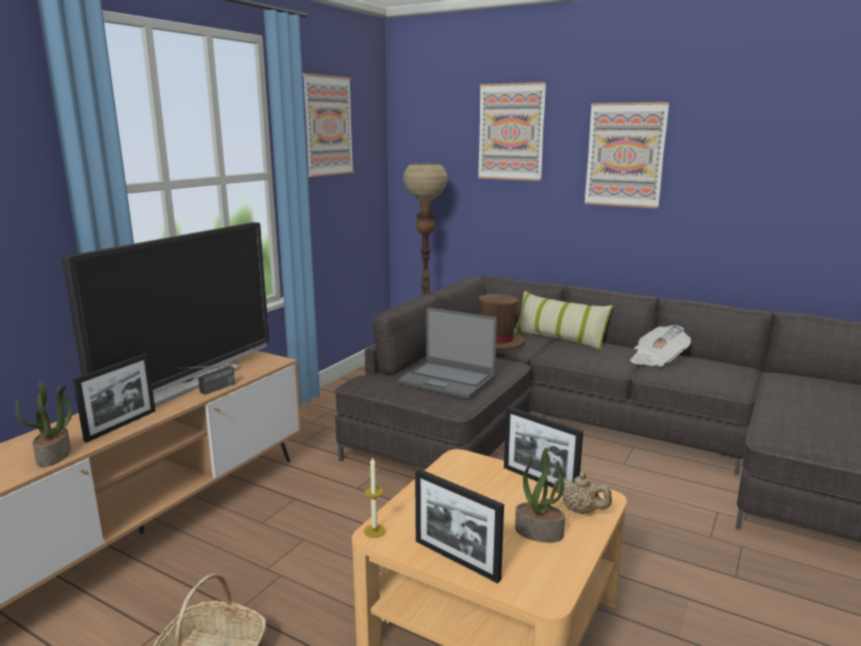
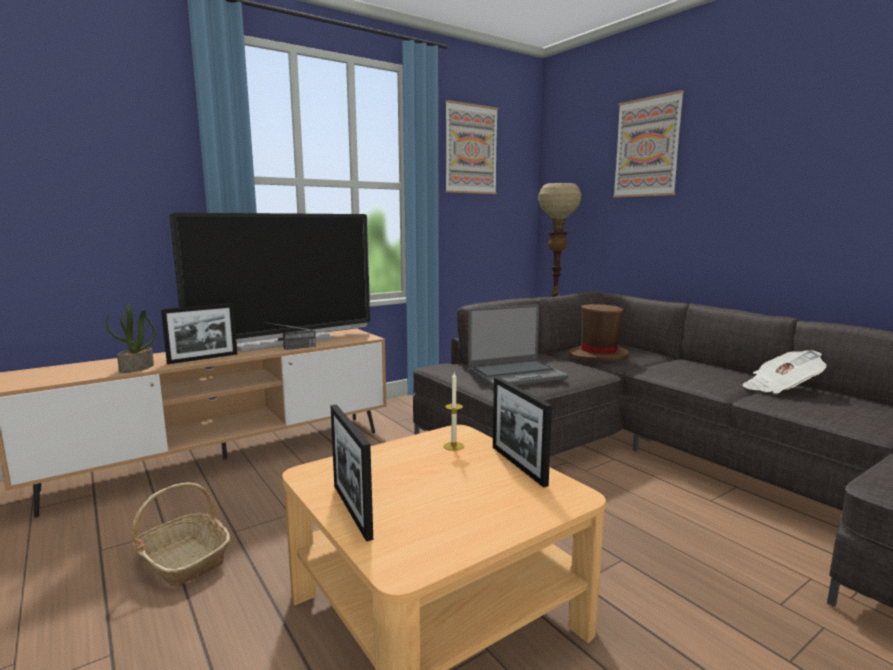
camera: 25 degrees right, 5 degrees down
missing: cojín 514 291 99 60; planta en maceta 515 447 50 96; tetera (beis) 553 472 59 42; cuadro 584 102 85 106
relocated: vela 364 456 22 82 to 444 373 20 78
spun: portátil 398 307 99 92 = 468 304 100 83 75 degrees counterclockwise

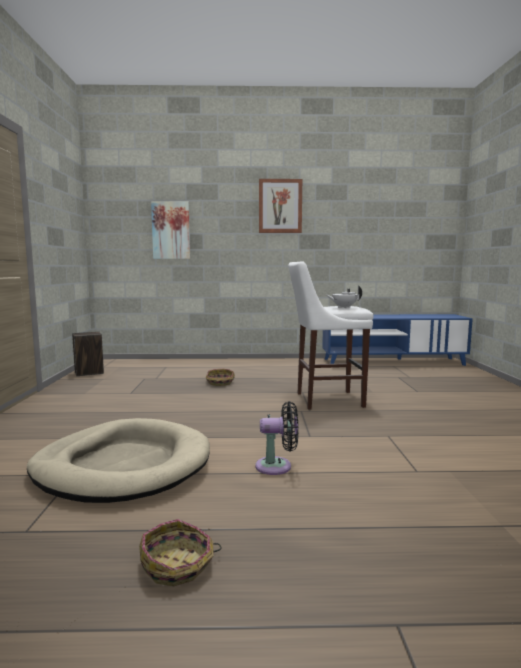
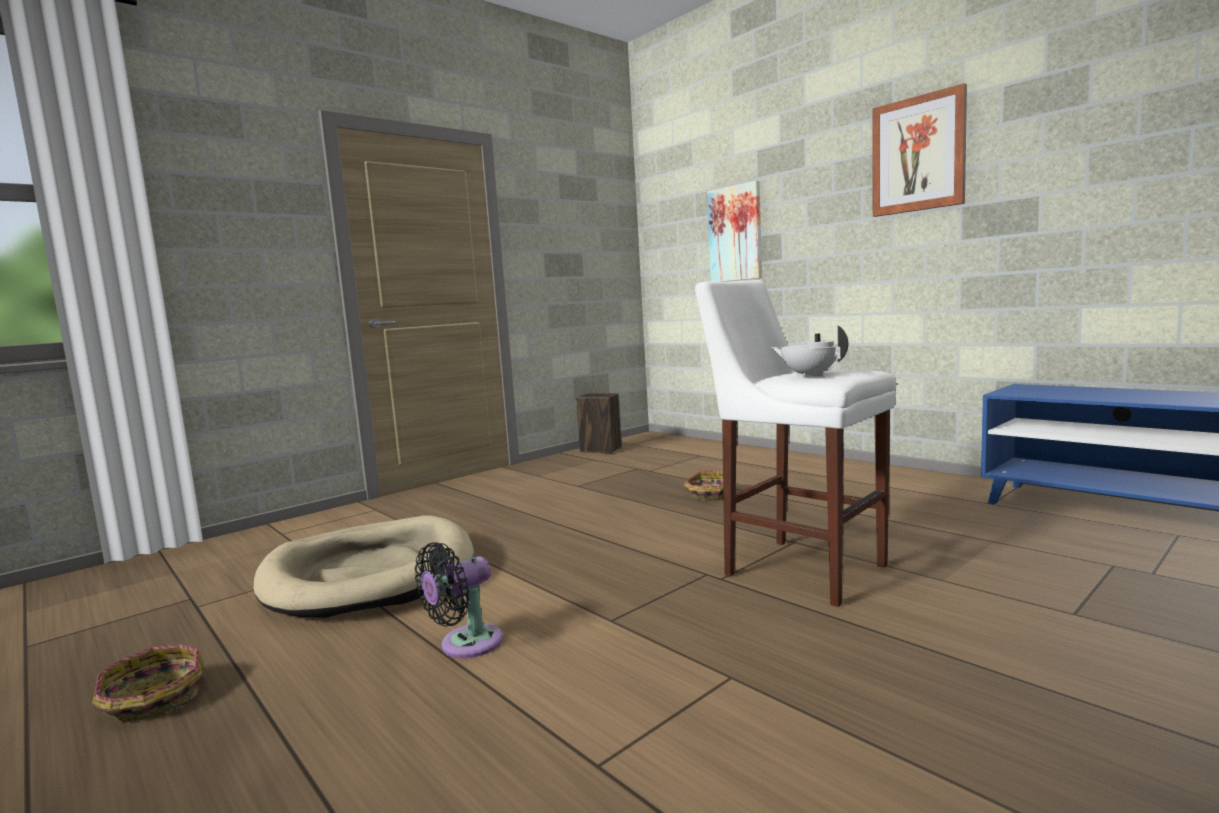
camera: 50 degrees right, 0 degrees up
spun: ventilador (negro) 256 401 42 74 = 415 542 88 116 90 degrees clockwise

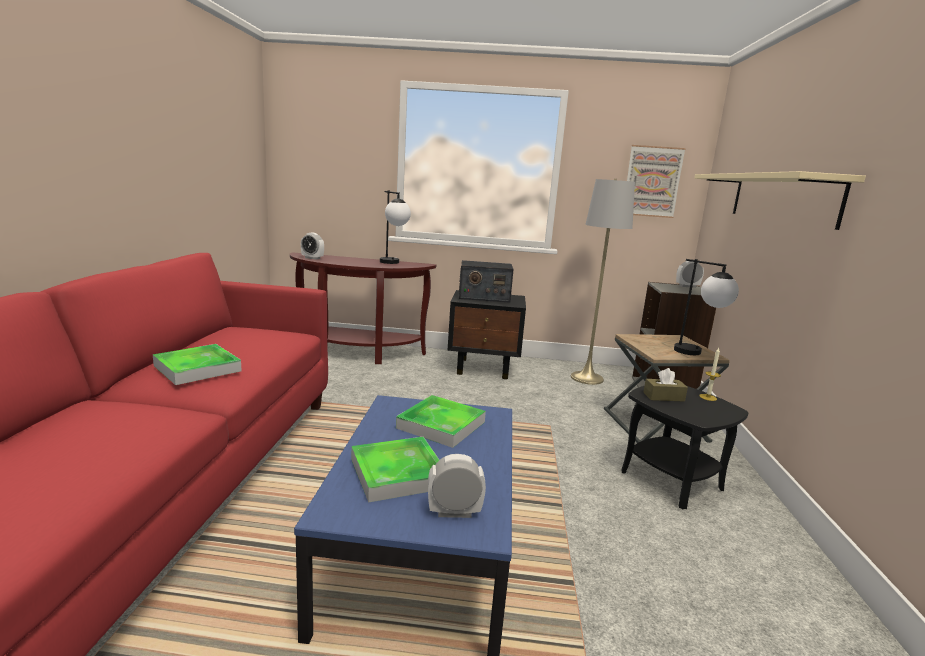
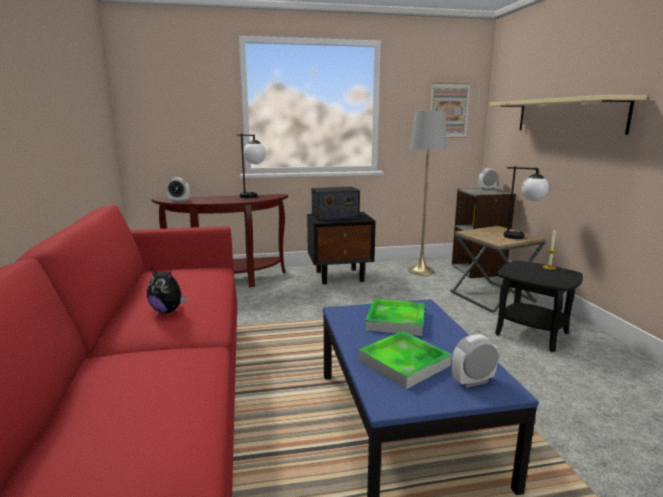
camera: 15 degrees left, 0 degrees up
missing: caja de pañuelos (marrón) 643 368 45 34
exchanged: bandeja 153 344 89 41 to peluche 147 268 41 45

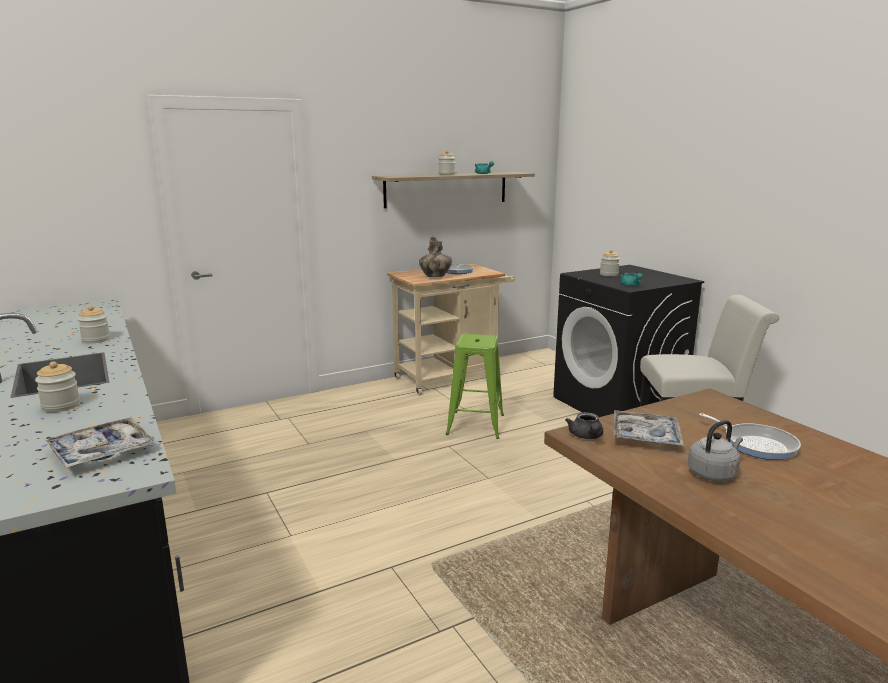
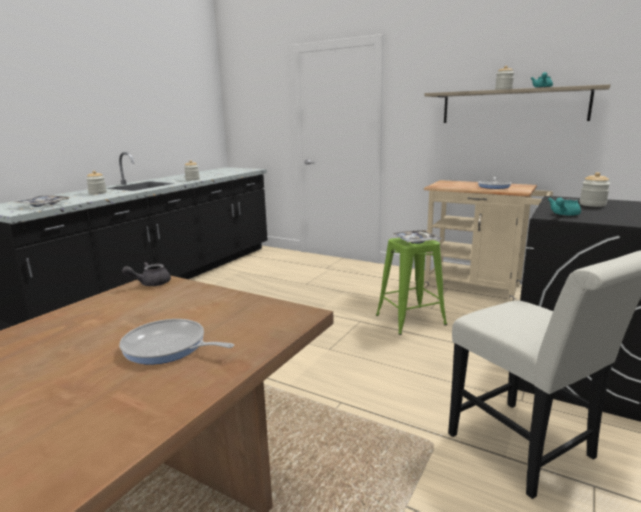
camera: 60 degrees right, 0 degrees up
missing: florero 419 237 33 40; hervidor (gris) 688 420 55 62
relocated: bandeja 613 410 71 36 to 393 230 49 14
spun: sartén 699 413 102 47 = 119 319 115 46 90 degrees clockwise

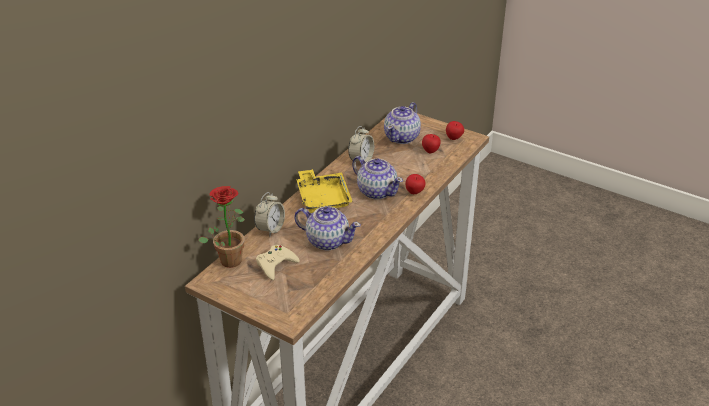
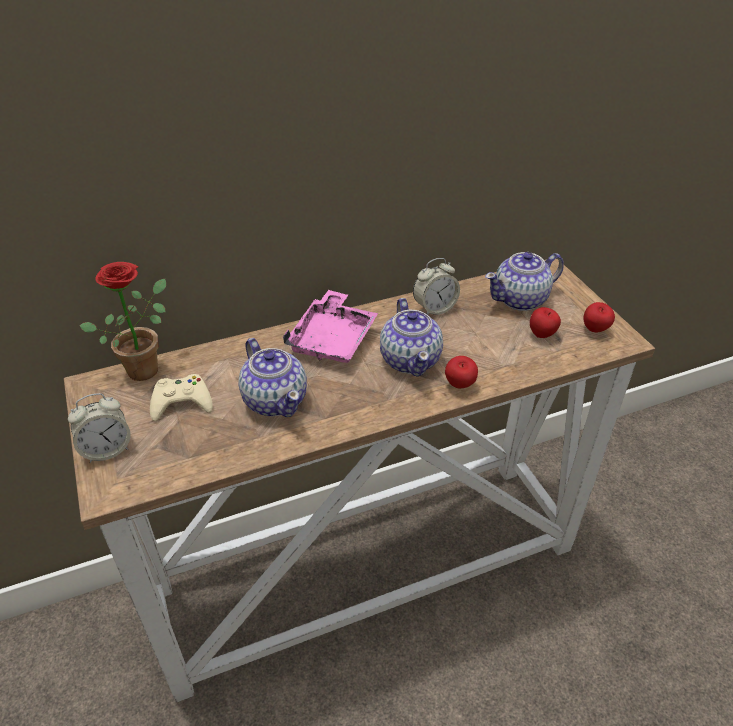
camera: 35 degrees right, 5 degrees up
relocated: despertador 254 192 31 44 to 68 393 63 70
colour: bandeja (amarillo) 296 170 57 43 to bandeja (rosa) 283 290 95 73

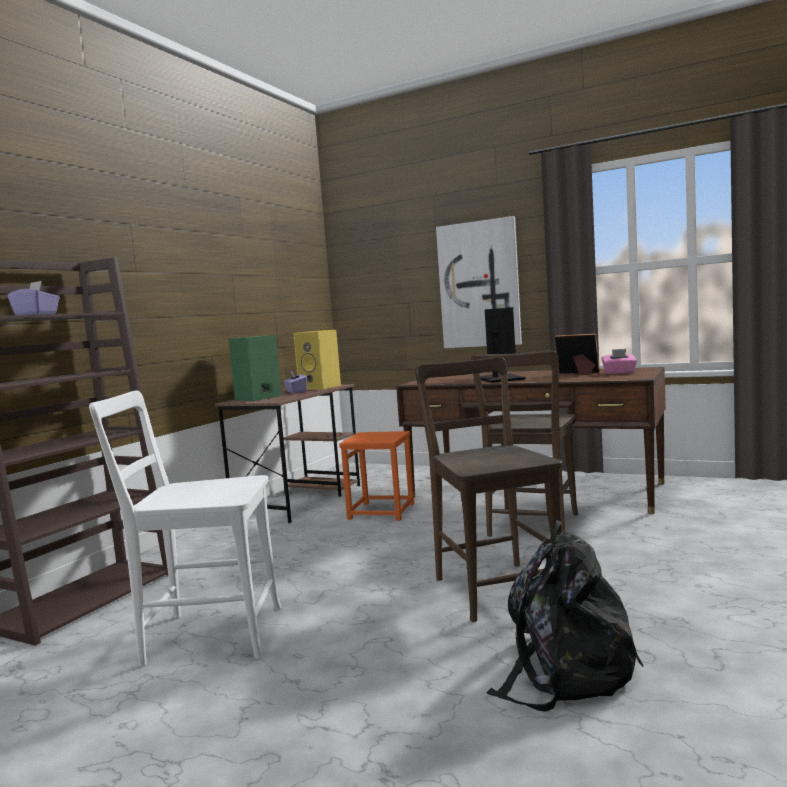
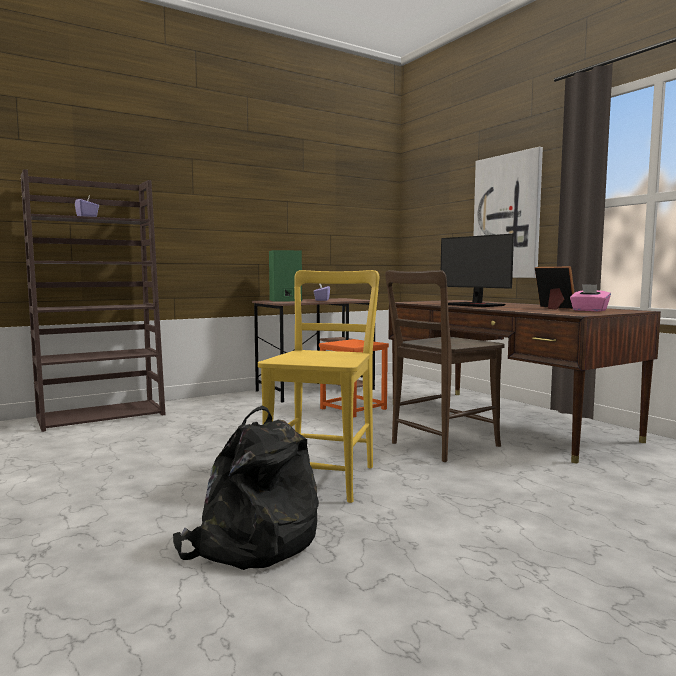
camera: 30 degrees right, 0 degrees up
missing: silla (blanco) 89 390 192 277; altavoz (amarillo) 293 330 48 59
colour: silla (marrón) 415 357 148 265 to silla (amarillo) 258 270 121 233
spun: monitor 480 307 46 76 = 441 234 73 73 120 degrees clockwise

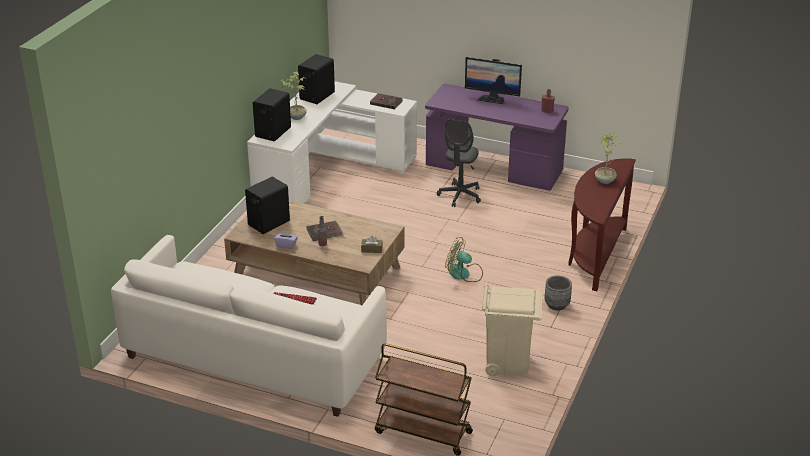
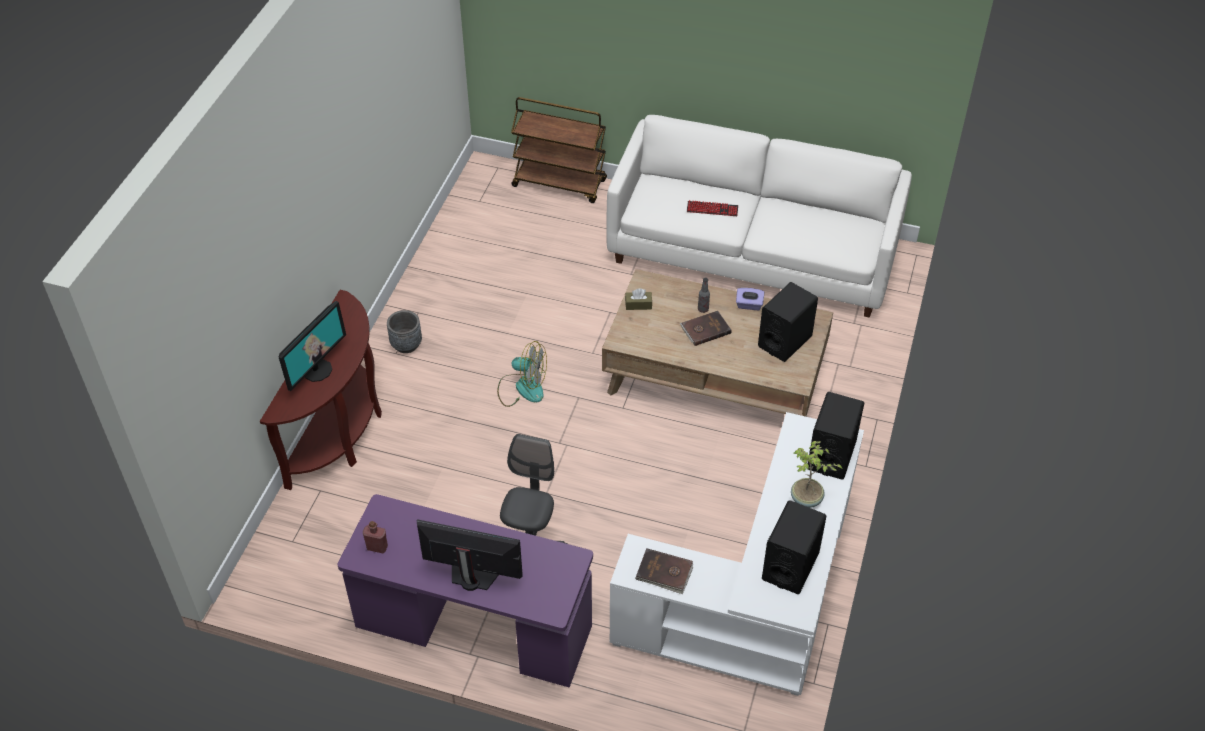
camera: 175 degrees right, 15 degrees up
missing: papelera (beis) 482 284 60 92
exchanged: planta en maceta 595 133 28 51 to monitor 279 301 67 90

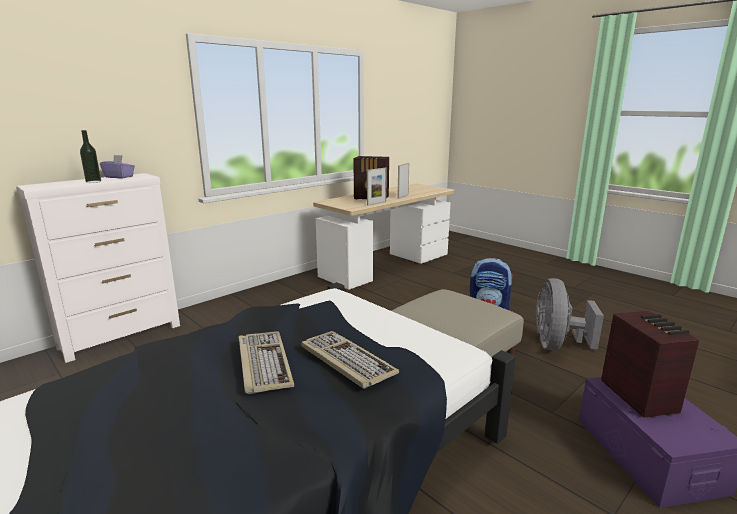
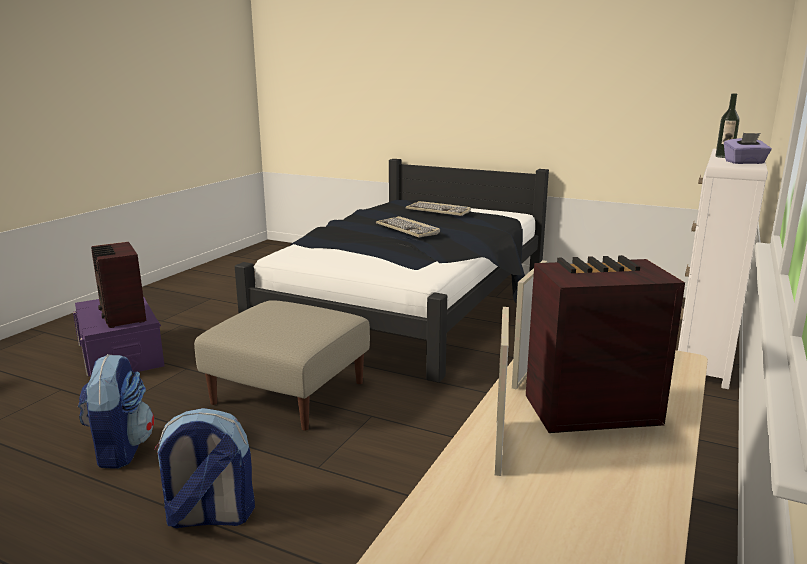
camera: 160 degrees right, 0 degrees up
relocated: teclado 301 331 98 58 to 406 201 65 15
exchanged: ventilador (gris) 536 278 68 72 to mochila 78 354 76 115

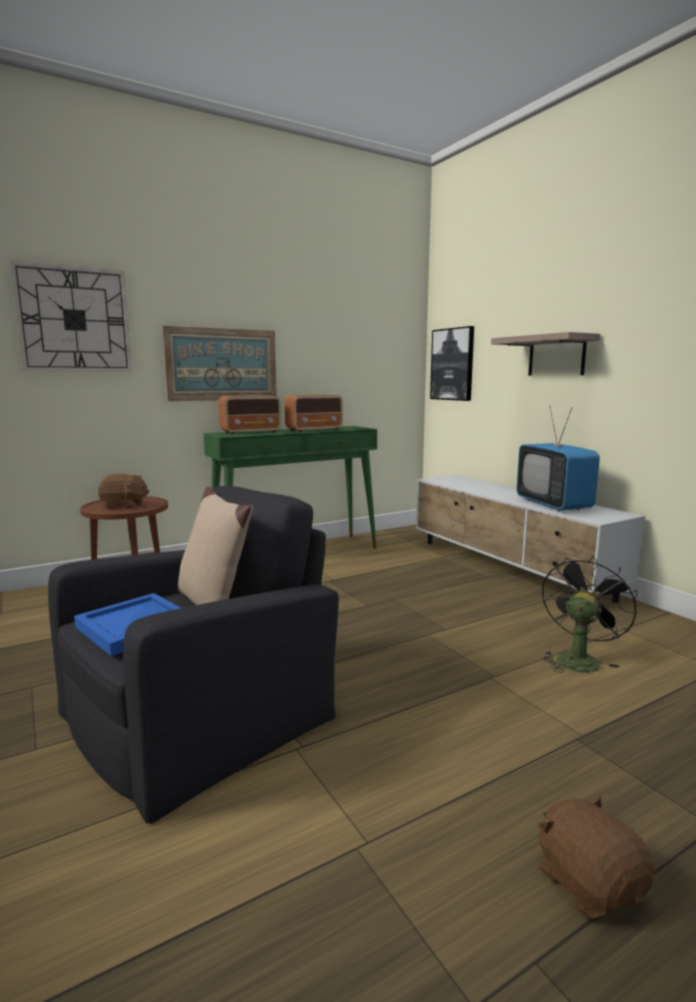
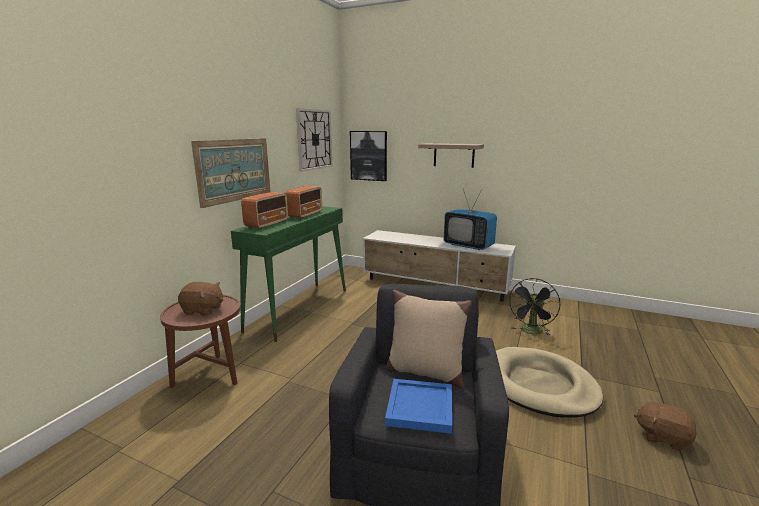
camera: 35 degrees left, 5 degrees up
appeared: cama para perro (beis) 496 347 107 71
relocated: reloj de pared 10 261 122 111 to 296 108 37 64
spun: peluche (marrón) 98 474 51 35 = 178 282 45 34 45 degrees clockwise; ventilador (negro) 542 555 96 118 = 508 278 52 58 150 degrees counterclockwise

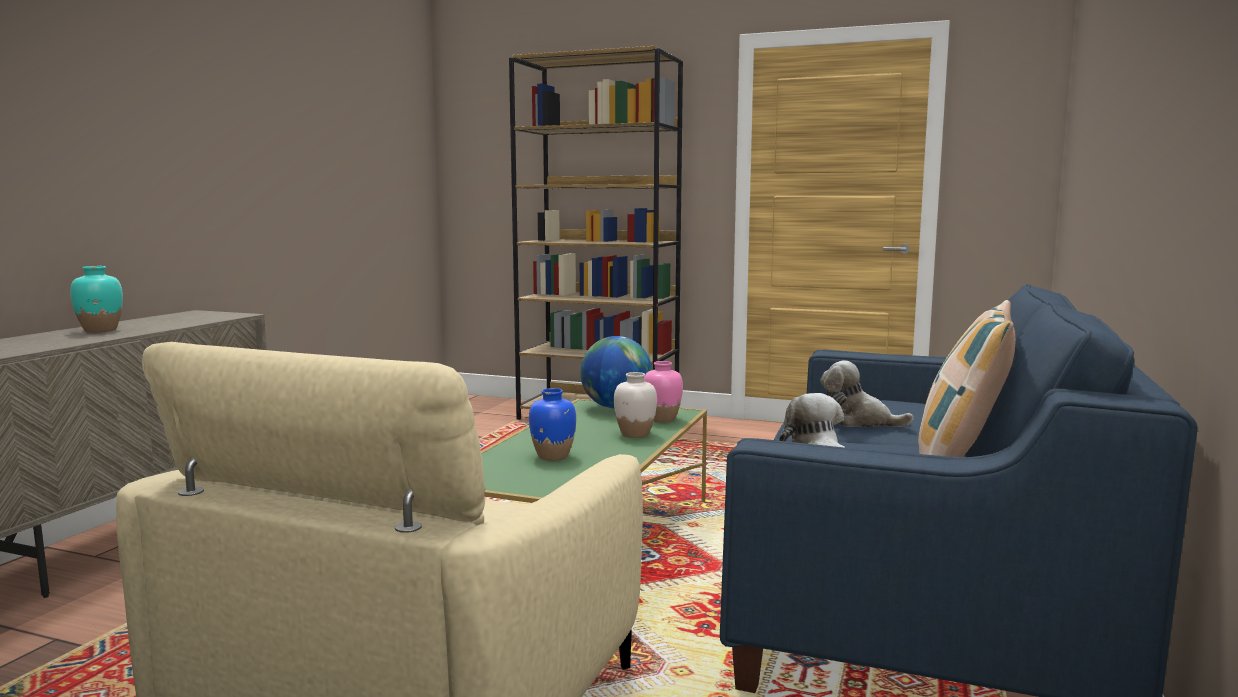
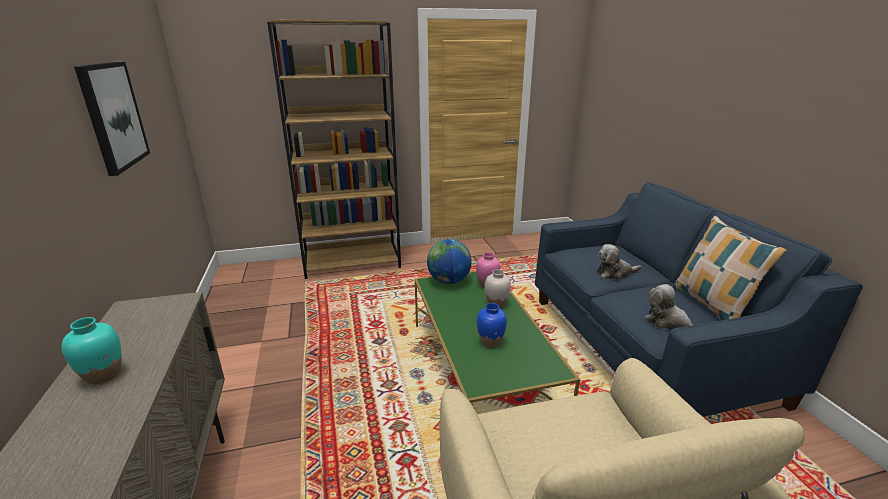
camera: 35 degrees left, 15 degrees up
appeared: cuadro 74 62 76 114

